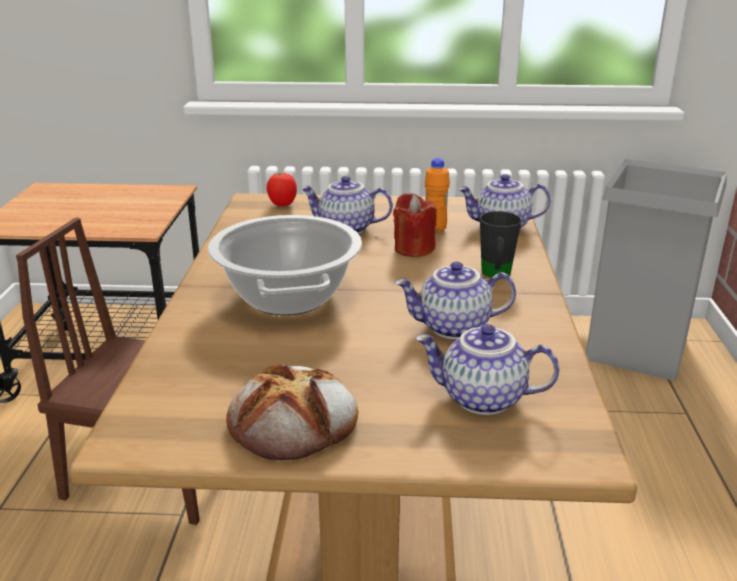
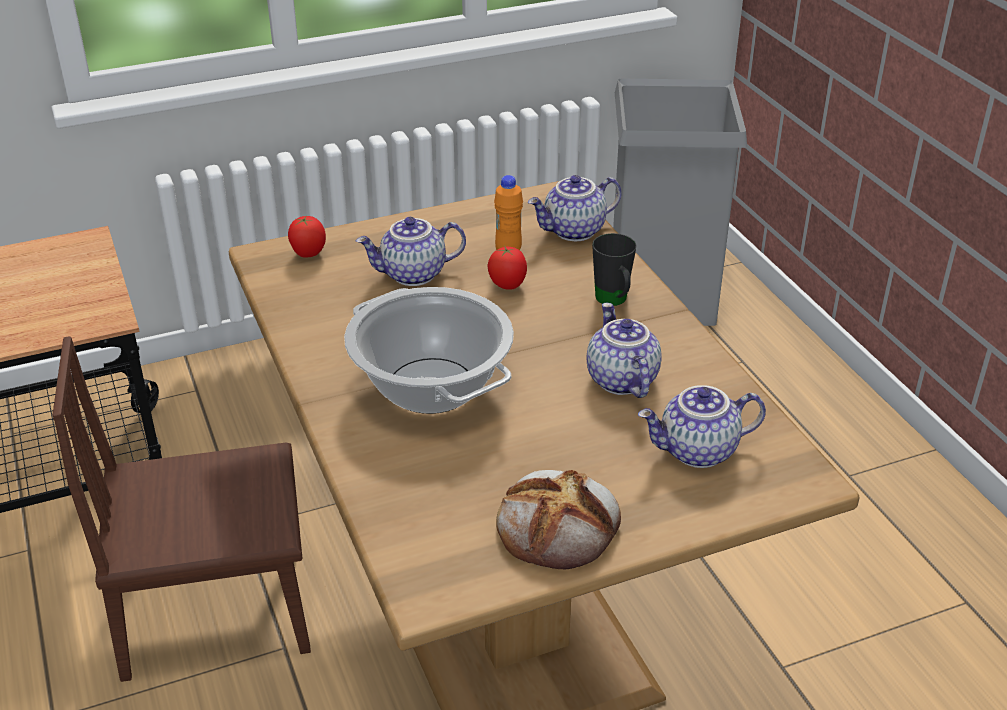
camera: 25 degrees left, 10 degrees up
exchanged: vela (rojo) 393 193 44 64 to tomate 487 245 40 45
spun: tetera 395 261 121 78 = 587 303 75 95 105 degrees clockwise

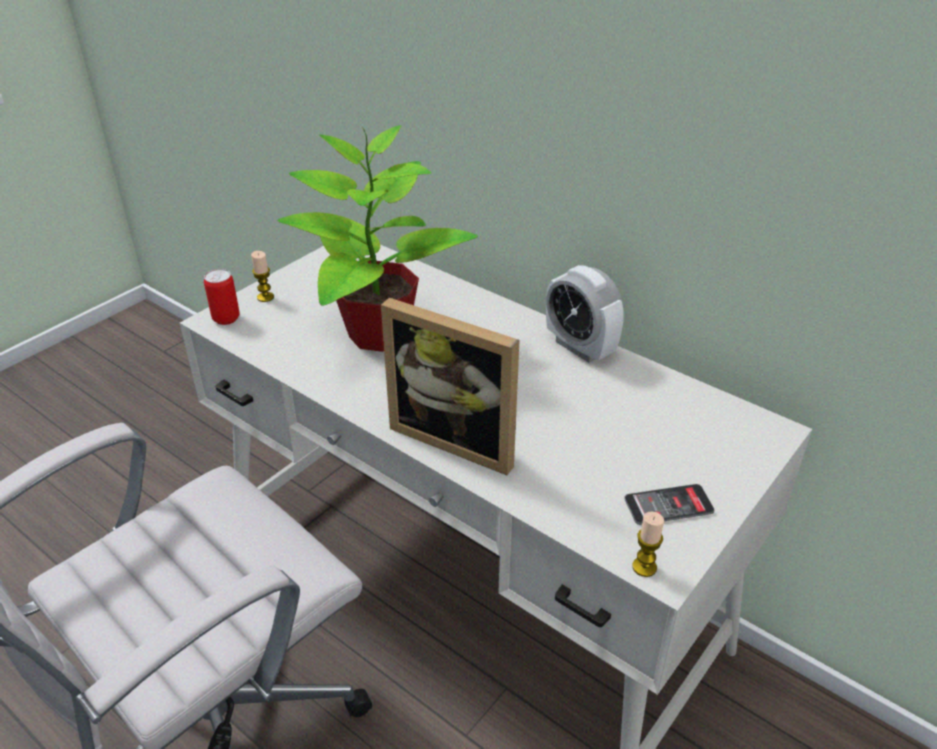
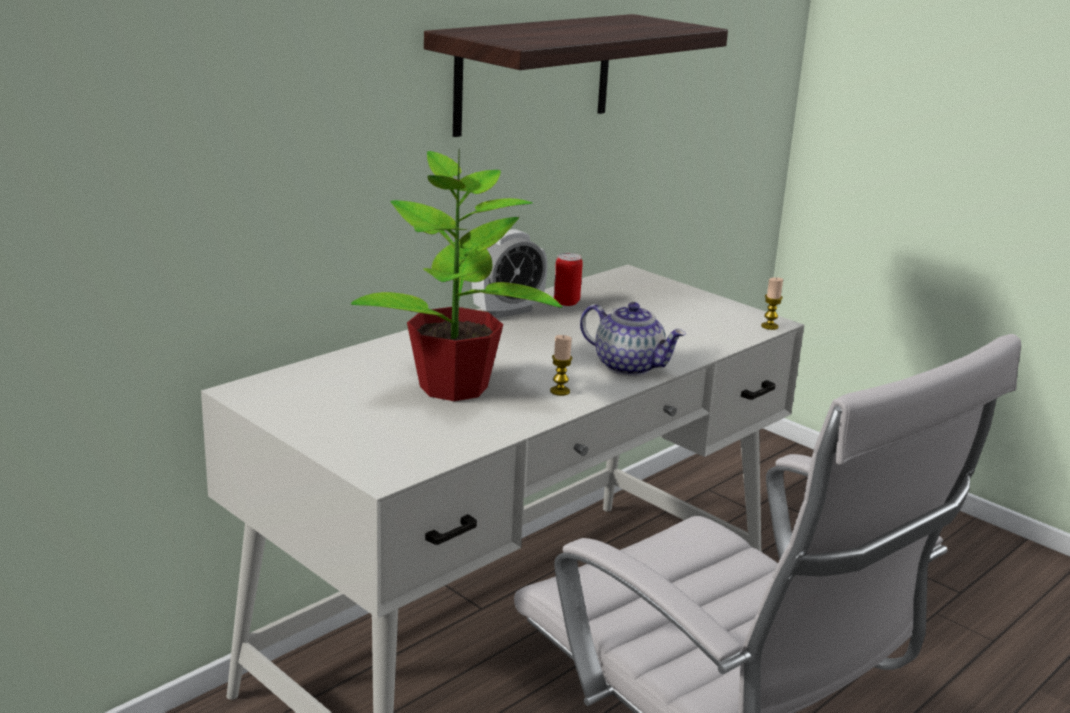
camera: 85 degrees left, 15 degrees down
missing: móvil 624 484 90 41
appeared: estante 424 14 304 123
relocated: vela 251 251 23 51 to 550 335 22 61; lata 204 269 36 56 to 554 253 29 53
exchanged: portarretratos 381 298 139 177 to tetera 580 302 106 74

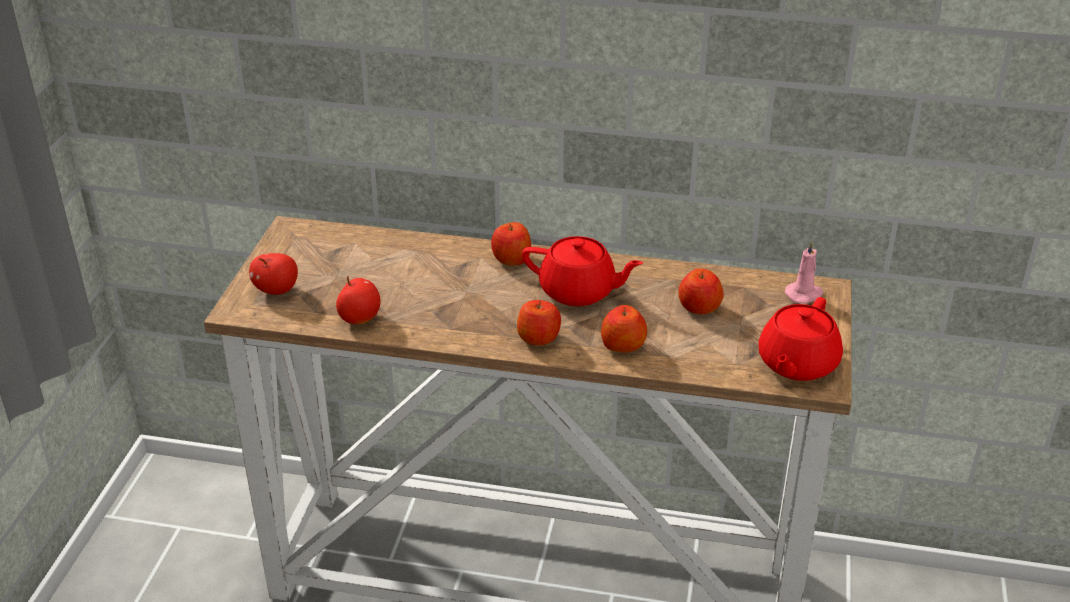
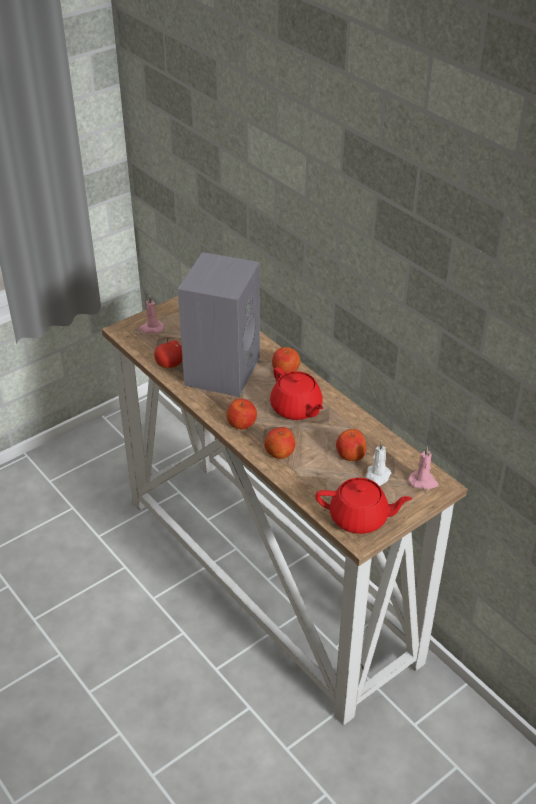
camera: 40 degrees right, 5 degrees up
appeared: altavoz (gris) 178 252 82 145; vela (blanco) 366 441 25 45
exchanged: manzana 249 253 49 42 to vela (rosa) 139 295 25 39
spun: tetera (rojo) 758 297 85 84 = 315 478 97 56 150 degrees counterclockwise

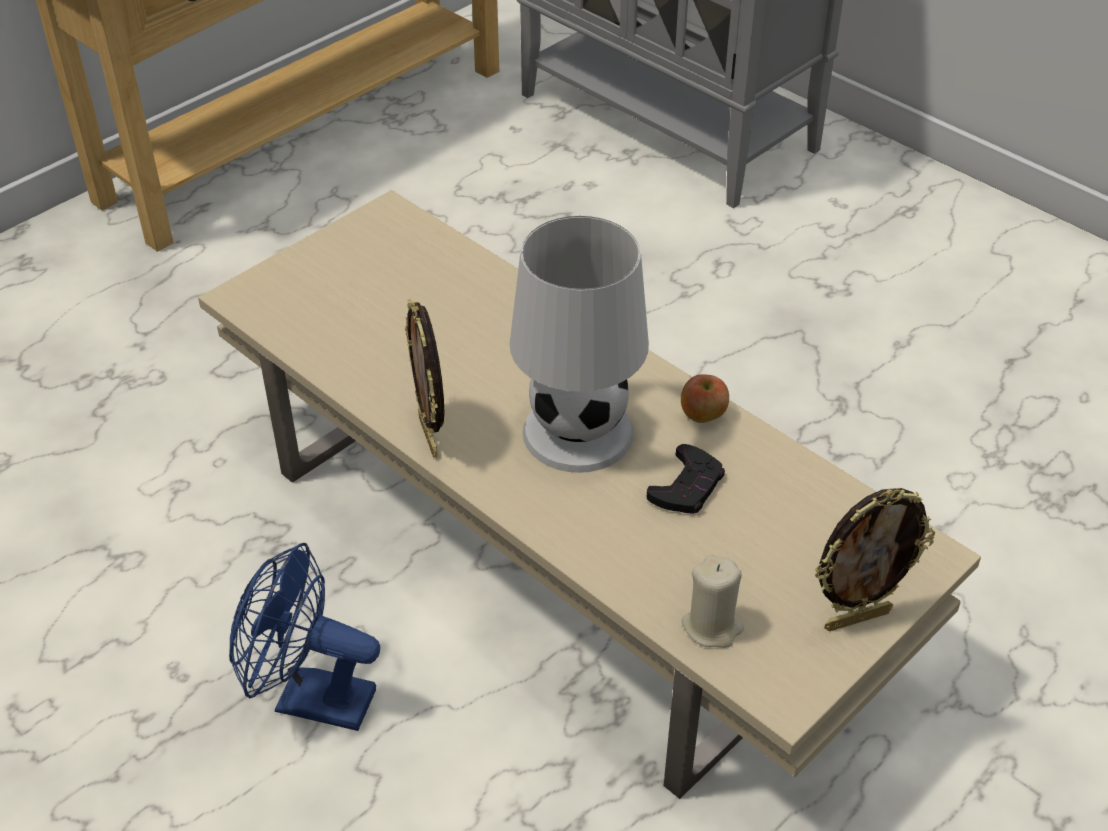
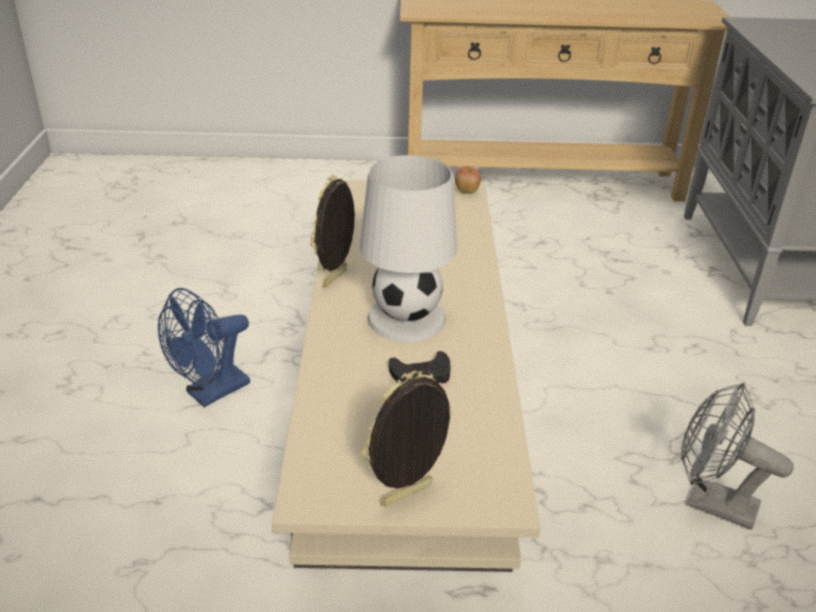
camera: 45 degrees right, 10 degrees down
missing: vela (beis) 681 555 63 93
appeared: ventilador (gris) 681 383 113 147
relocated: manzana 681 374 48 49 to 455 166 26 28
spun: ventilador (azul) 229 543 151 188 = 158 288 92 119 105 degrees counterclockwise; portarretratos 814 488 121 143 = 361 371 91 136 120 degrees clockwise

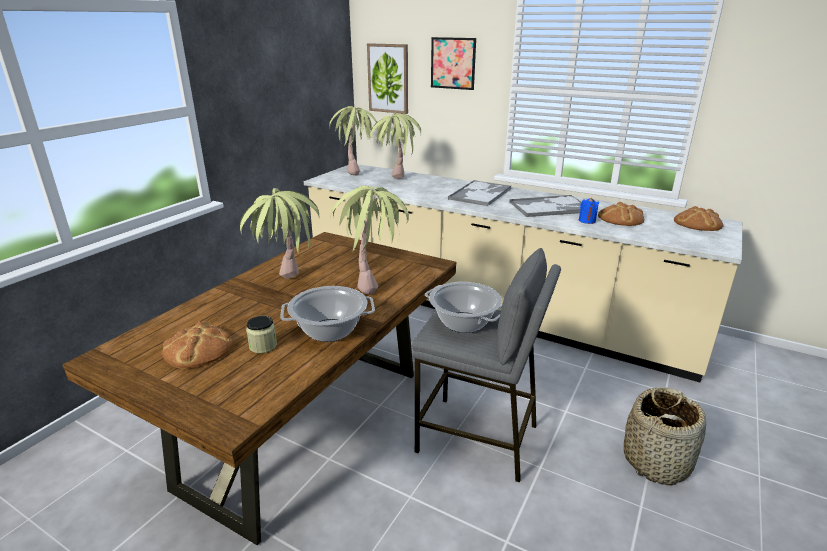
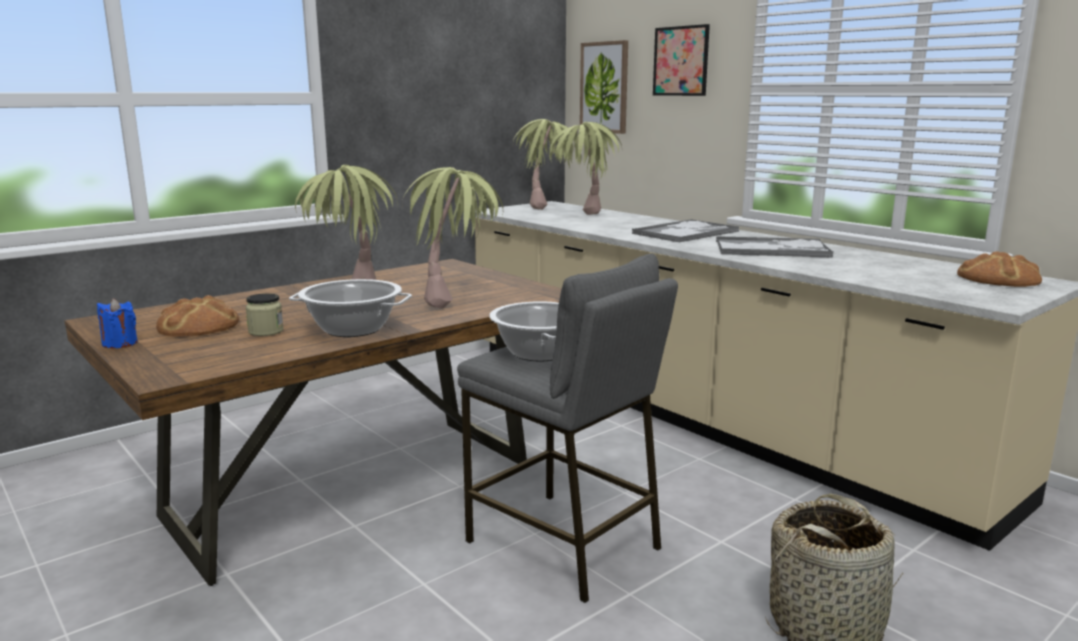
camera: 20 degrees right, 10 degrees down
missing: pan 598 202 46 24
relocated: vela (azul) 579 198 20 26 to 97 299 41 49

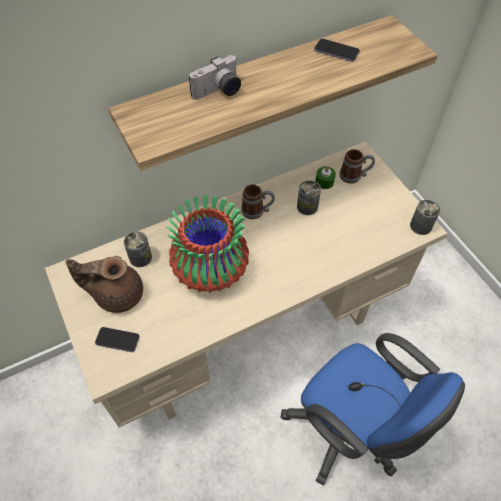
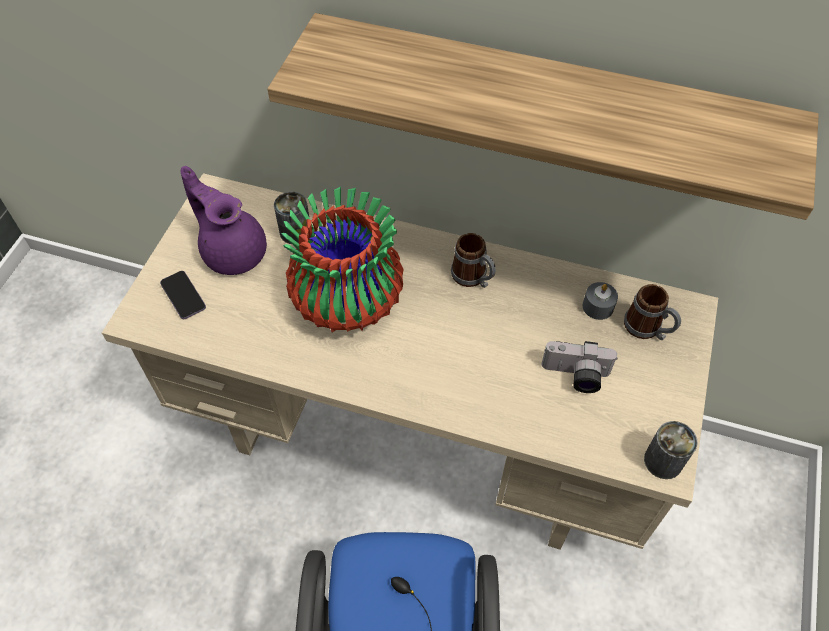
camera: 45 degrees right, 0 degrees up
missing: lata 297 180 24 35; móvil 314 39 46 23
relocated: cámara 189 55 52 45 to 541 341 77 52
colour: tetera (marrón) 65 256 78 57 to tetera (morado) 181 166 86 109; vela (verde) 315 166 21 23 to vela (gris) 582 282 36 38

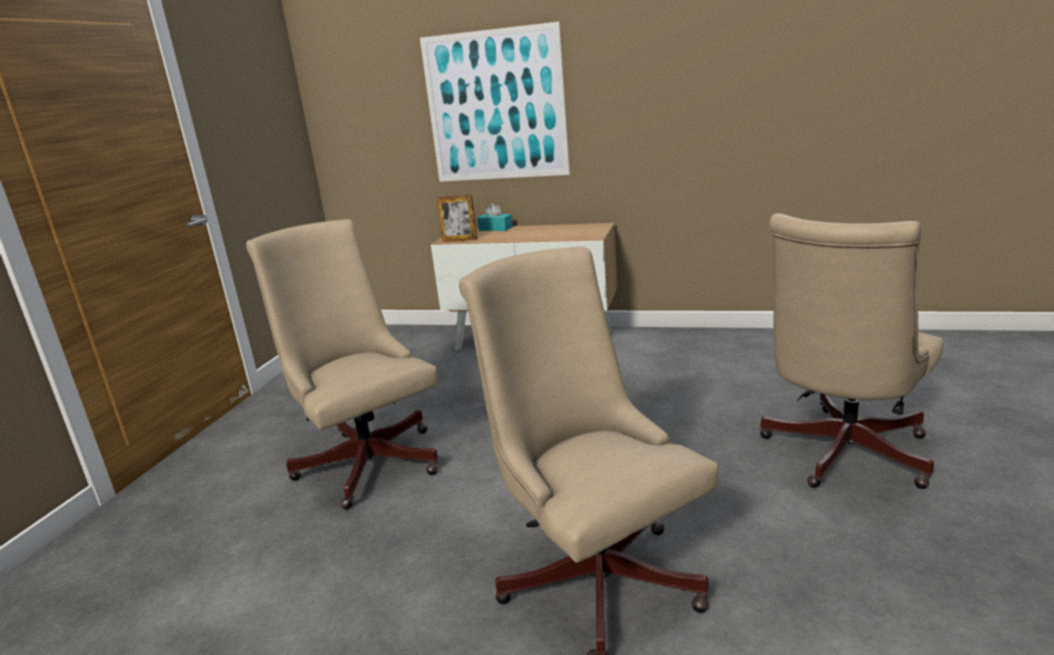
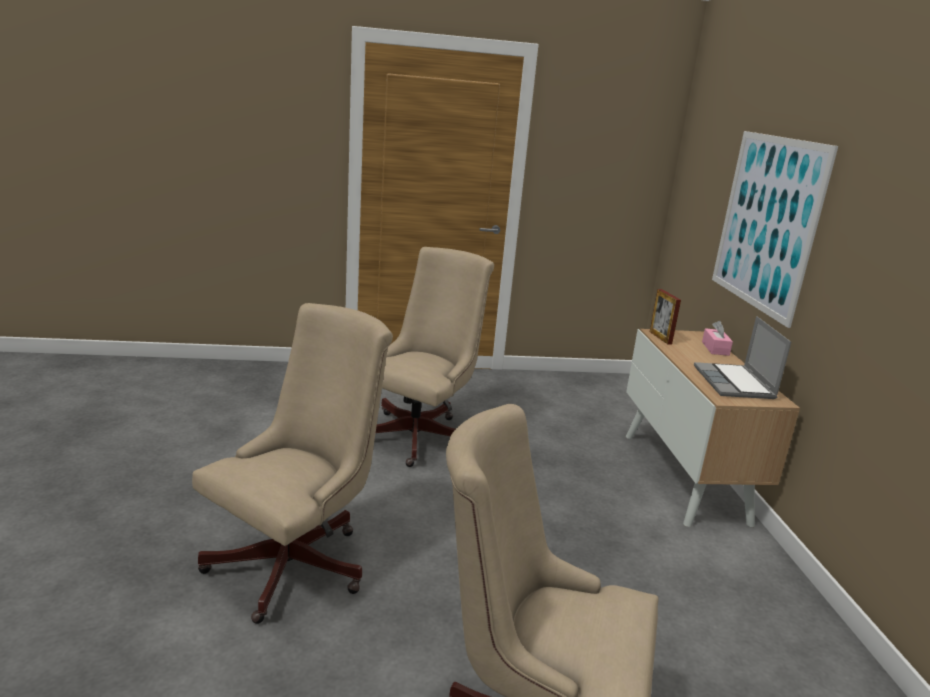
camera: 65 degrees right, 0 degrees up
appeared: portátil 694 316 97 83
colour: caja de pañuelos (turquesa) 477 203 36 28 to caja de pañuelos (rosa) 702 321 31 35

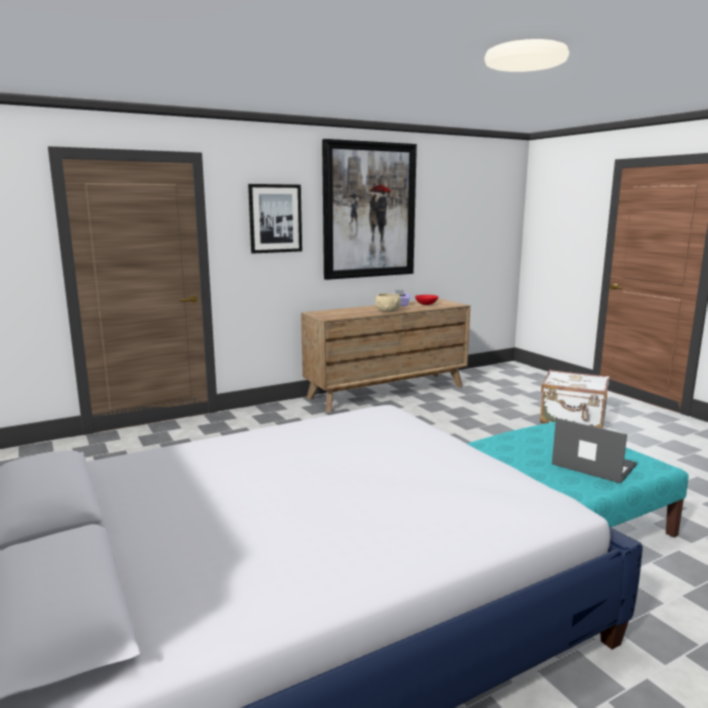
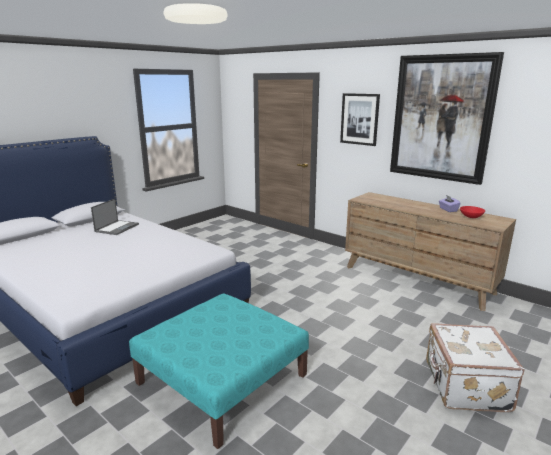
camera: 70 degrees right, 5 degrees up
missing: cuenco (beis) 375 293 26 19
relocated: portátil 552 418 85 66 to 91 199 48 36

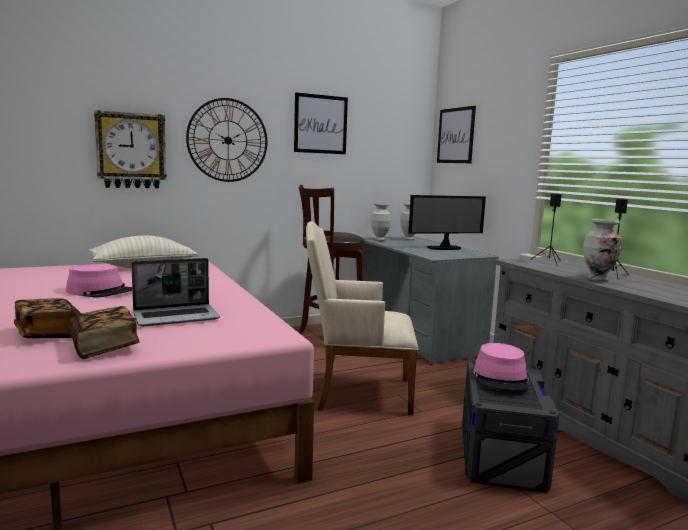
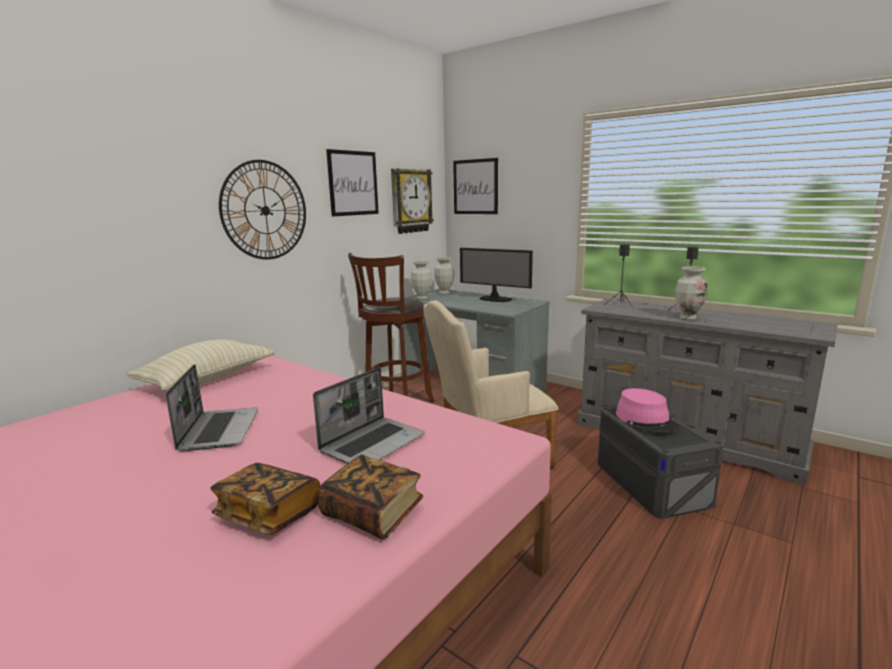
camera: 25 degrees left, 5 degrees up
relocated: reloj de pared 94 110 73 78 to 391 169 43 65
exchanged: sombrero (rosa) 66 264 66 33 to portátil 165 364 93 87
spun: monitor 408 195 78 55 = 460 248 73 54 75 degrees clockwise

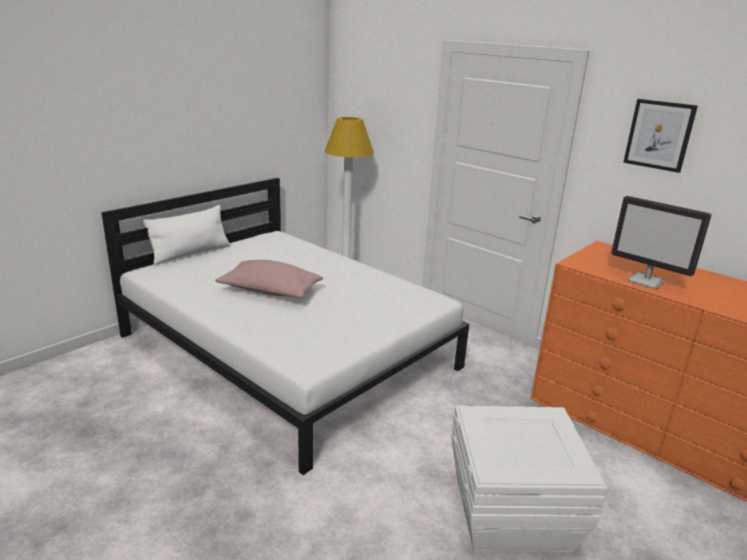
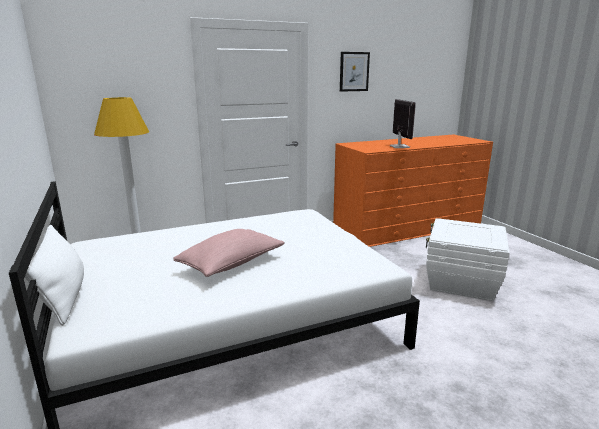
camera: 65 degrees left, 5 degrees down
spun: monitor 611 196 101 93 = 390 99 26 49 75 degrees counterclockwise

